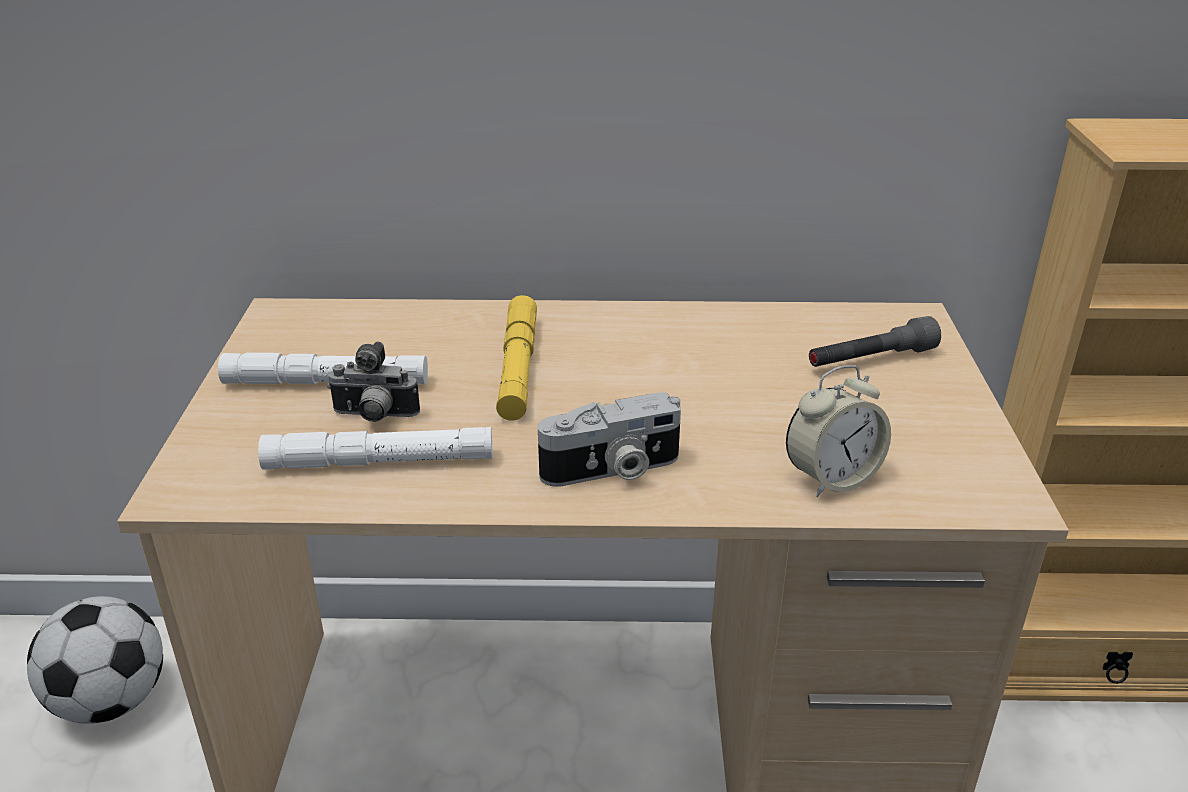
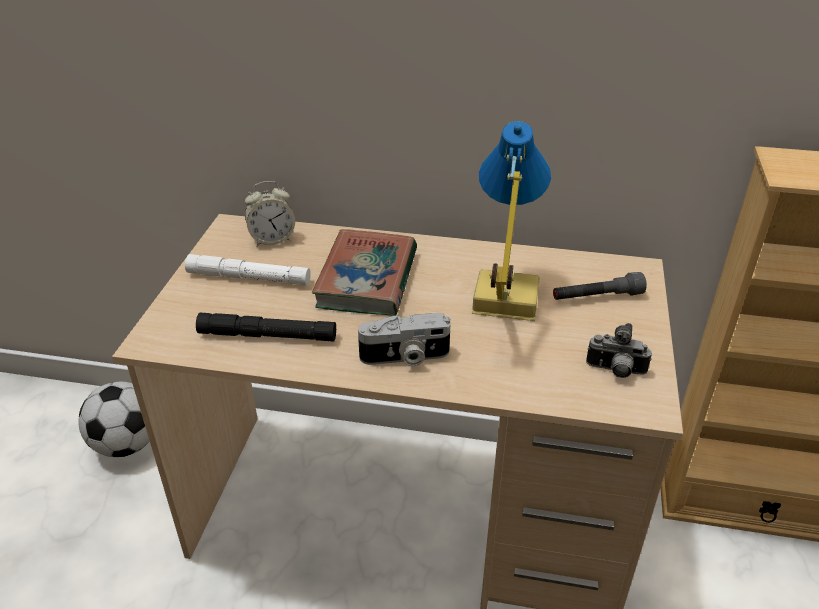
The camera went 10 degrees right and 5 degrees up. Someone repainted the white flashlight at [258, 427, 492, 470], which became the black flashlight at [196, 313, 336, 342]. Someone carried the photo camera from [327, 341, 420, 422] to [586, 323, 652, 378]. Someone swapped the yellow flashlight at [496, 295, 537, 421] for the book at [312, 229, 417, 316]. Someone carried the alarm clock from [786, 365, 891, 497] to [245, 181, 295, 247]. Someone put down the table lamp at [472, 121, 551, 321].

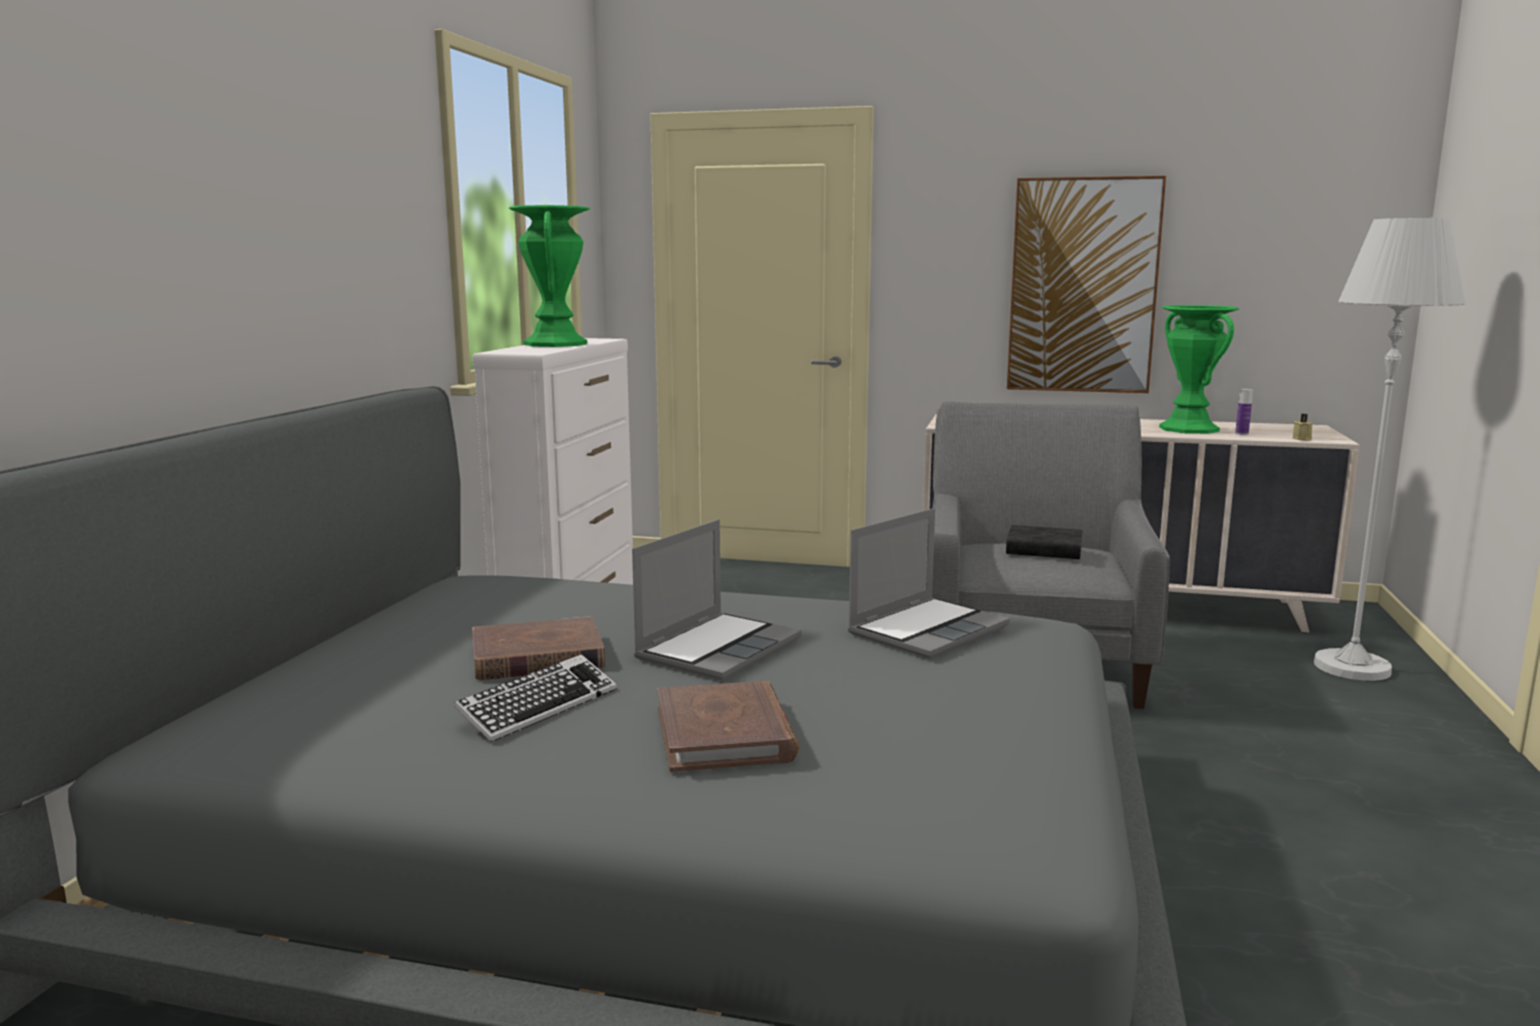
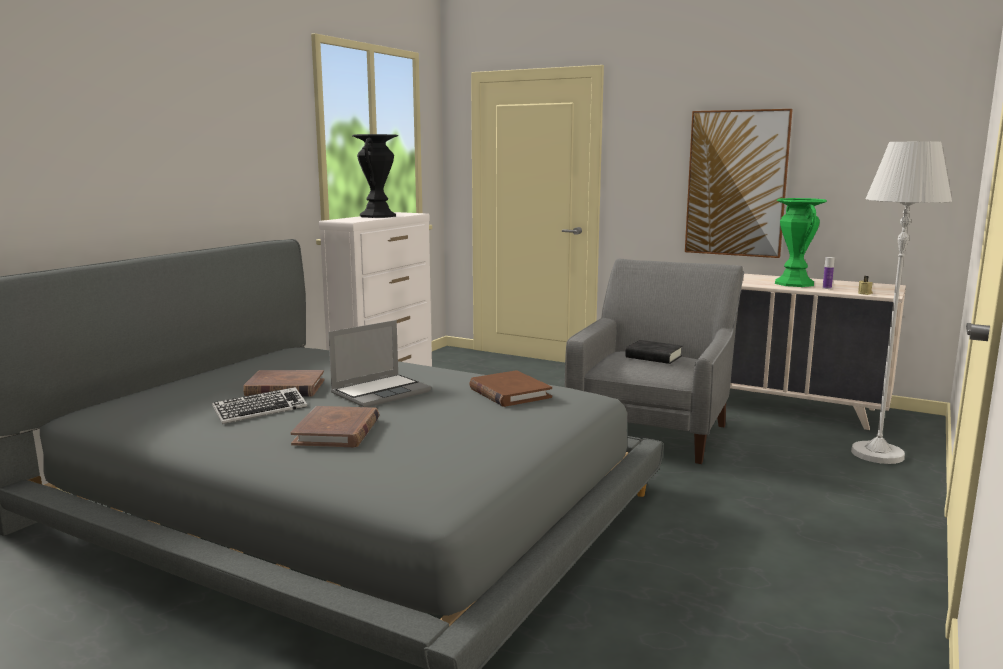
The camera went 15 degrees right and 0 degrees up. Someone repainted the green vase at [508, 205, 590, 347], which became the black vase at [352, 134, 398, 218]. Someone swapped the laptop at [848, 508, 1010, 659] for the brown book at [469, 370, 552, 407].

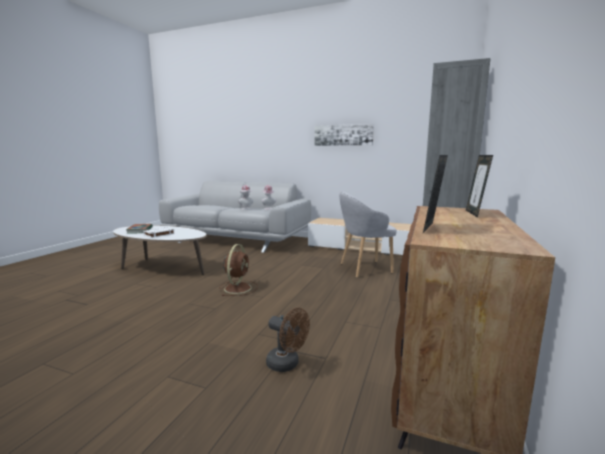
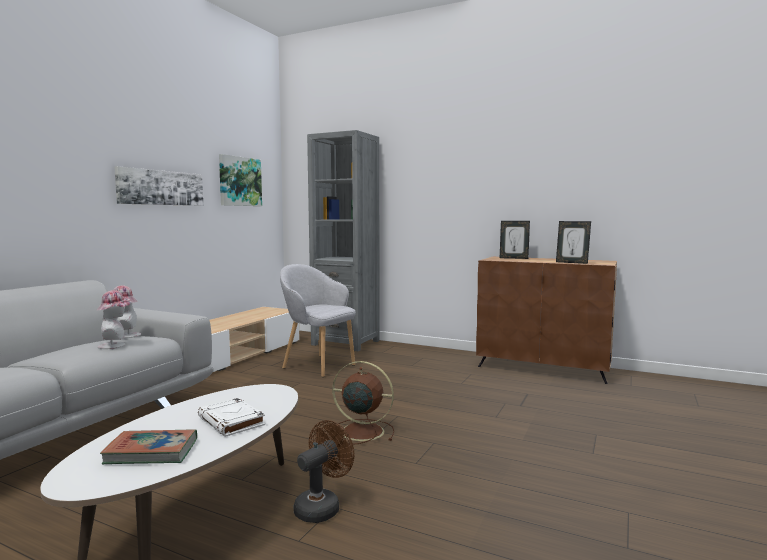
The camera went 85 degrees left and 5 degrees down. Someone carried the brown fan from [266, 308, 310, 372] to [294, 420, 355, 523]. Someone rotated the grey armchair at [339, 192, 397, 278] by 135 degrees clockwise. Someone put up the picture at [219, 154, 262, 206].

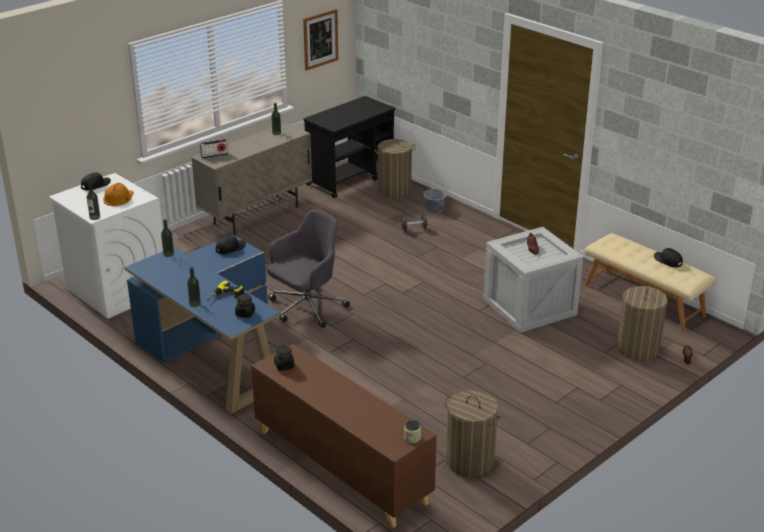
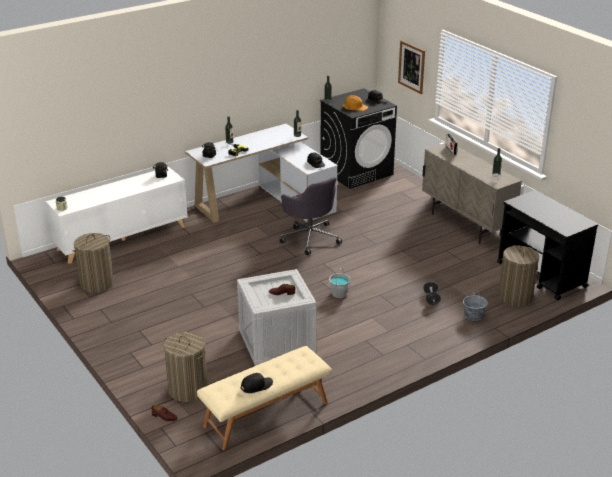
The camera went 100 degrees right and 0 degrees up. Someone repainted the white washing machine at [49, 173, 163, 319], which became the black washing machine at [320, 88, 397, 189]. Someone repainted the blue desk at [124, 235, 281, 414], which became the white desk at [185, 124, 338, 223]. Someone repainted the brown cabinet at [251, 344, 437, 528], which became the white cabinet at [46, 167, 188, 264]. Someone carried the picture from [303, 9, 338, 71] to [398, 40, 425, 94]. Someone put down the grey bucket at [329, 268, 350, 298].

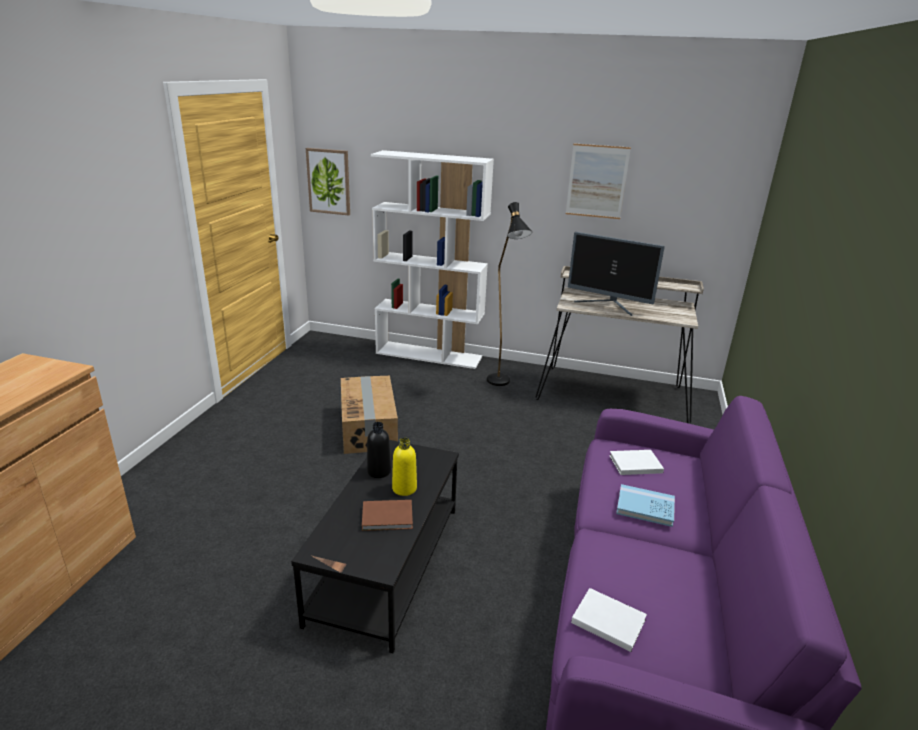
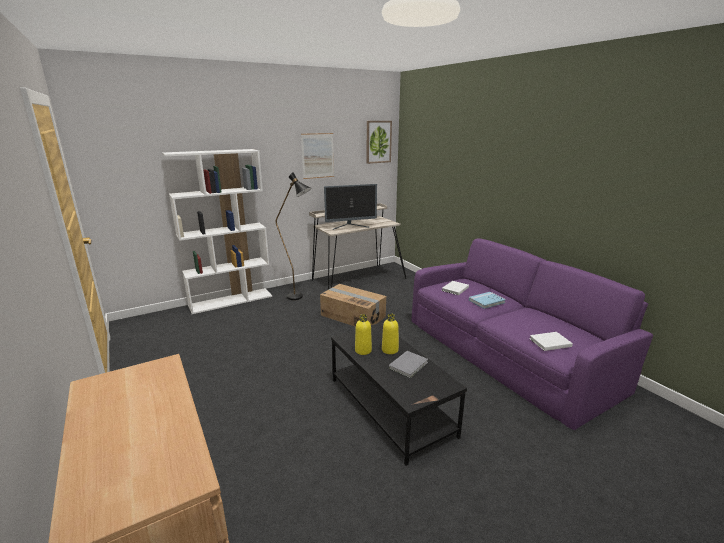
The camera went 45 degrees left and 5 degrees down. Someone carried the picture from [306, 148, 350, 216] to [367, 121, 392, 164]. Someone carried the cardboard box from [341, 376, 398, 454] to [320, 284, 386, 327]. Someone repainted the brown book at [362, 500, 413, 531], which became the grey book at [389, 351, 428, 378]. Someone repainted the black bottle at [367, 422, 391, 478], which became the yellow bottle at [355, 314, 372, 355].

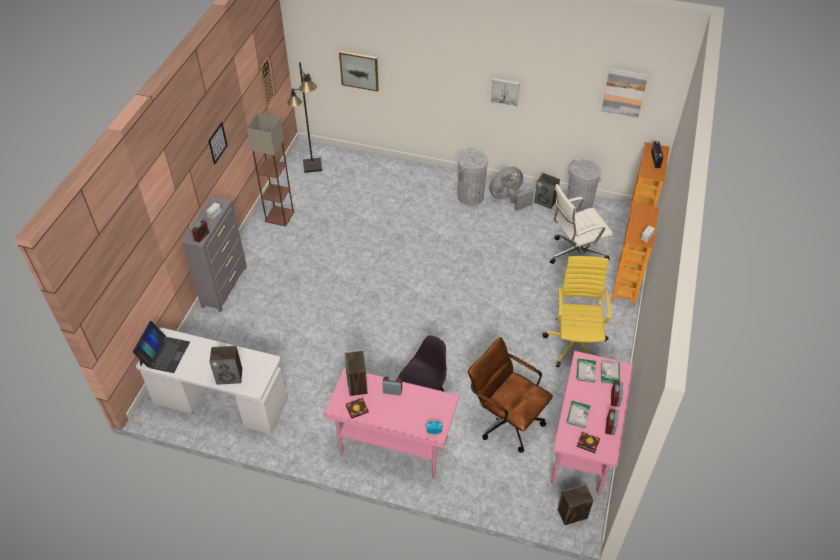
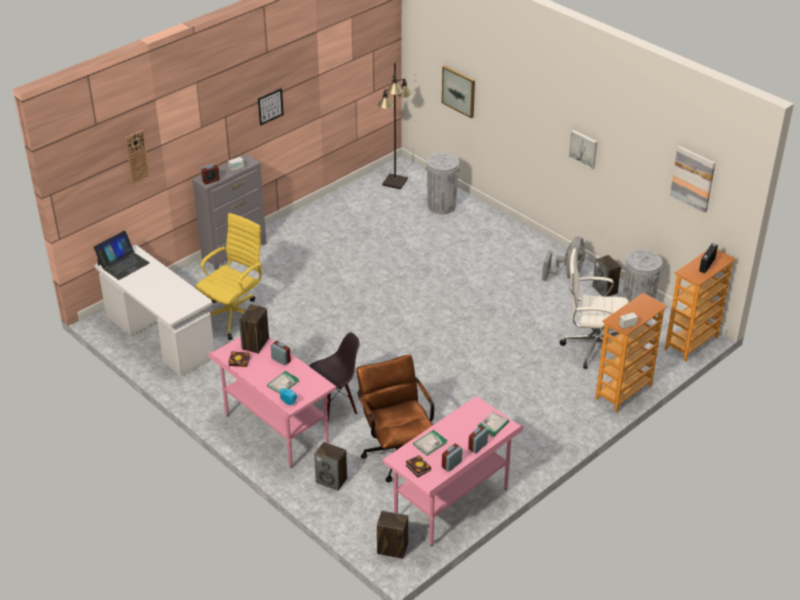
The camera went 30 degrees right and 10 degrees down. Someone carried the speaker from [209, 346, 242, 385] to [314, 442, 347, 491]. Someone took away the floor lamp at [247, 113, 294, 226]. Someone carried the wall clock from [260, 57, 274, 106] to [125, 130, 150, 185]. Someone carried the grey trash can from [458, 150, 488, 206] to [425, 153, 460, 214]. Someone rotated the grey fan at [489, 167, 534, 211] by 105 degrees clockwise. Someone carried the yellow office chair from [543, 256, 611, 367] to [195, 213, 263, 340]. Someone carried the book from [577, 359, 596, 382] to [267, 371, 299, 394].

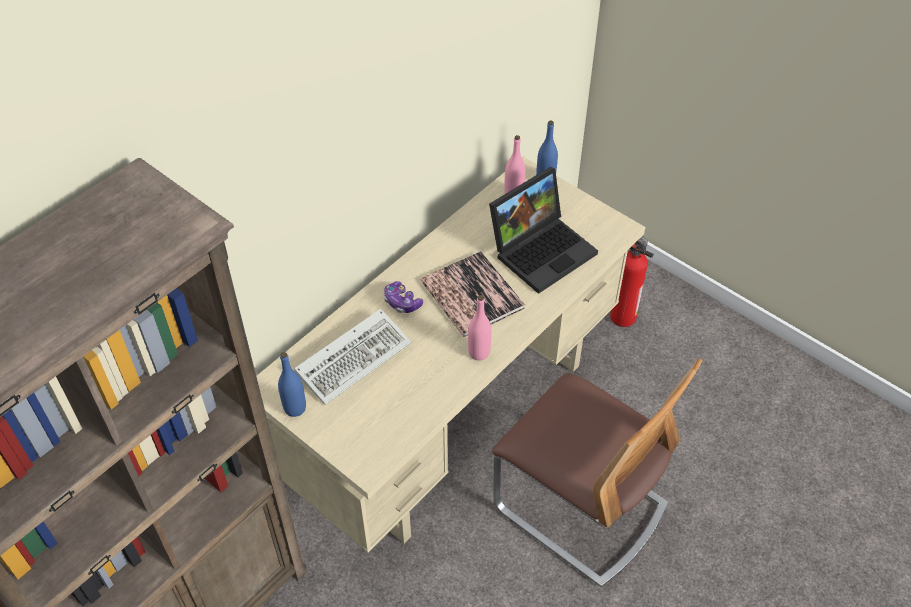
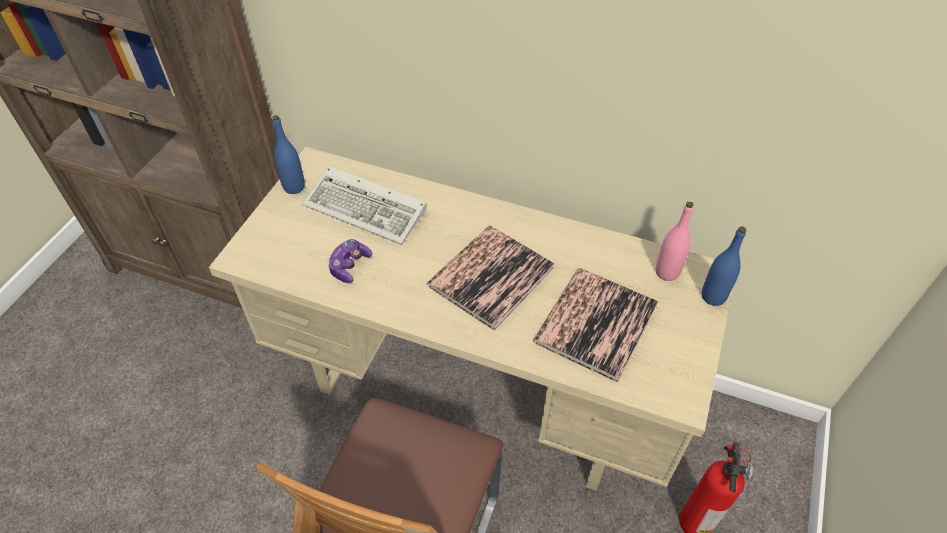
The camera went 70 degrees right and 0 degrees up. Someone carried the game controller from [384, 281, 423, 313] to [328, 239, 372, 283]. Someone took away the pink bottle at [468, 295, 492, 361]. Someone swapped the laptop at [489, 167, 598, 294] for the book at [533, 268, 659, 382].

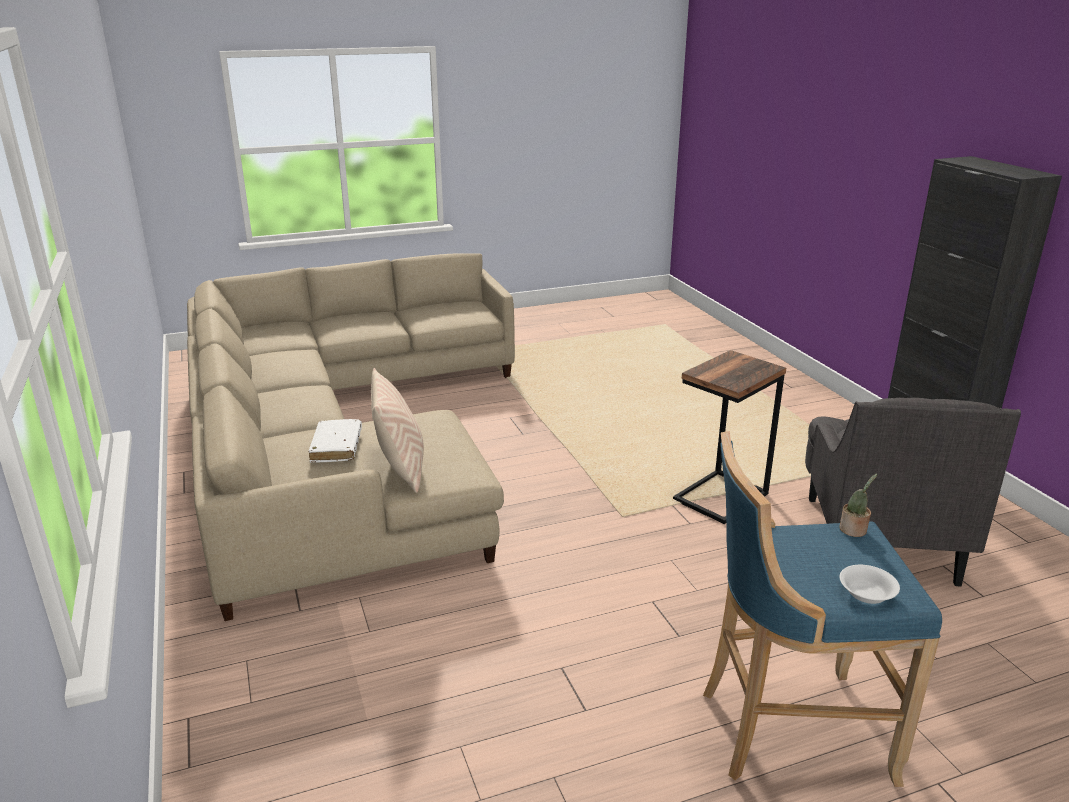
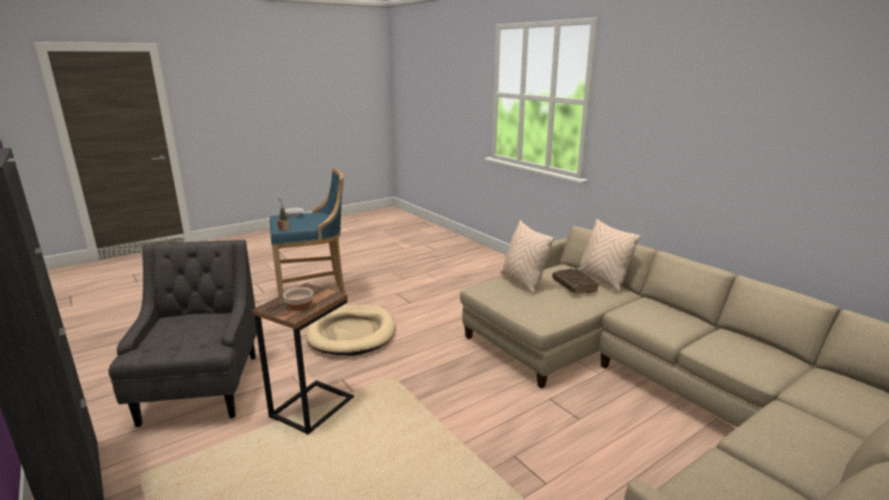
The camera went 165 degrees right and 5 degrees down. Someone repainted the white book at [308, 419, 362, 463], which became the brown book at [552, 268, 598, 294]. Someone put down the bowl at [283, 287, 313, 311]. Someone put down the beige dog bed at [306, 305, 395, 356]. Someone put down the beige pillow at [578, 219, 641, 292].

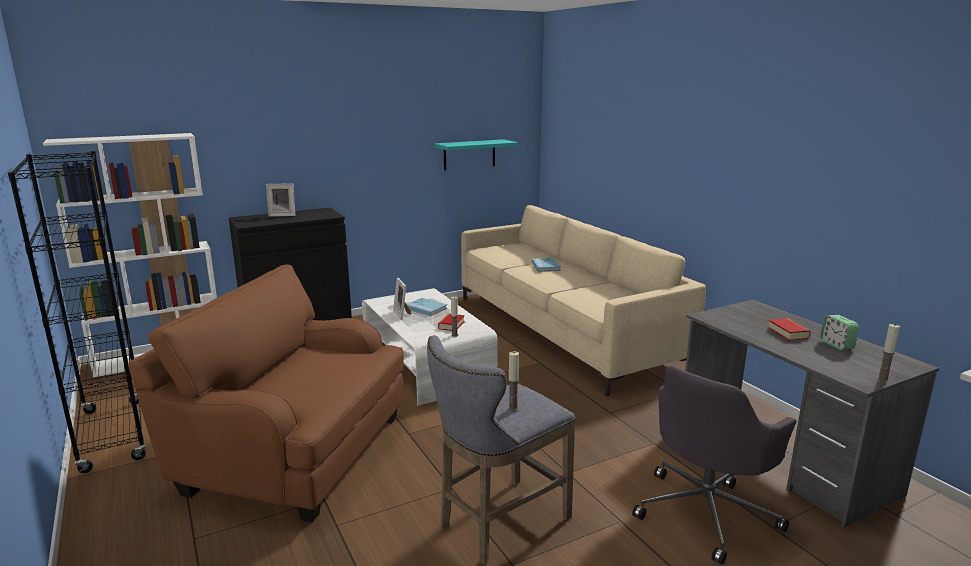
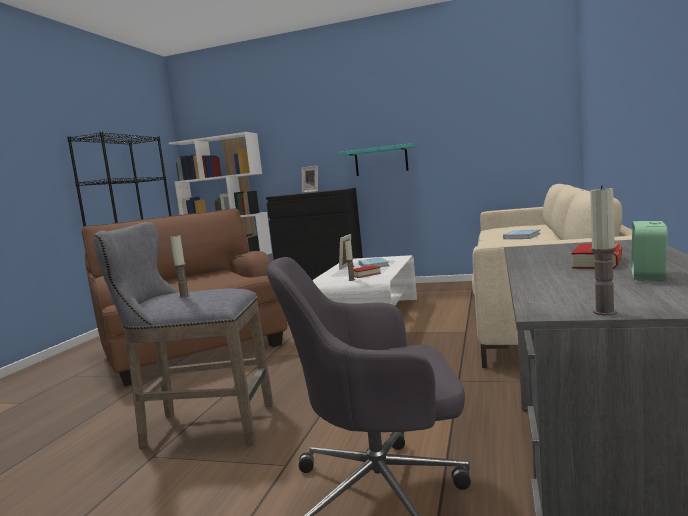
The camera went 45 degrees right and 10 degrees down. Someone carried the turquoise shelf from [434, 139, 518, 170] to [338, 143, 416, 176].

